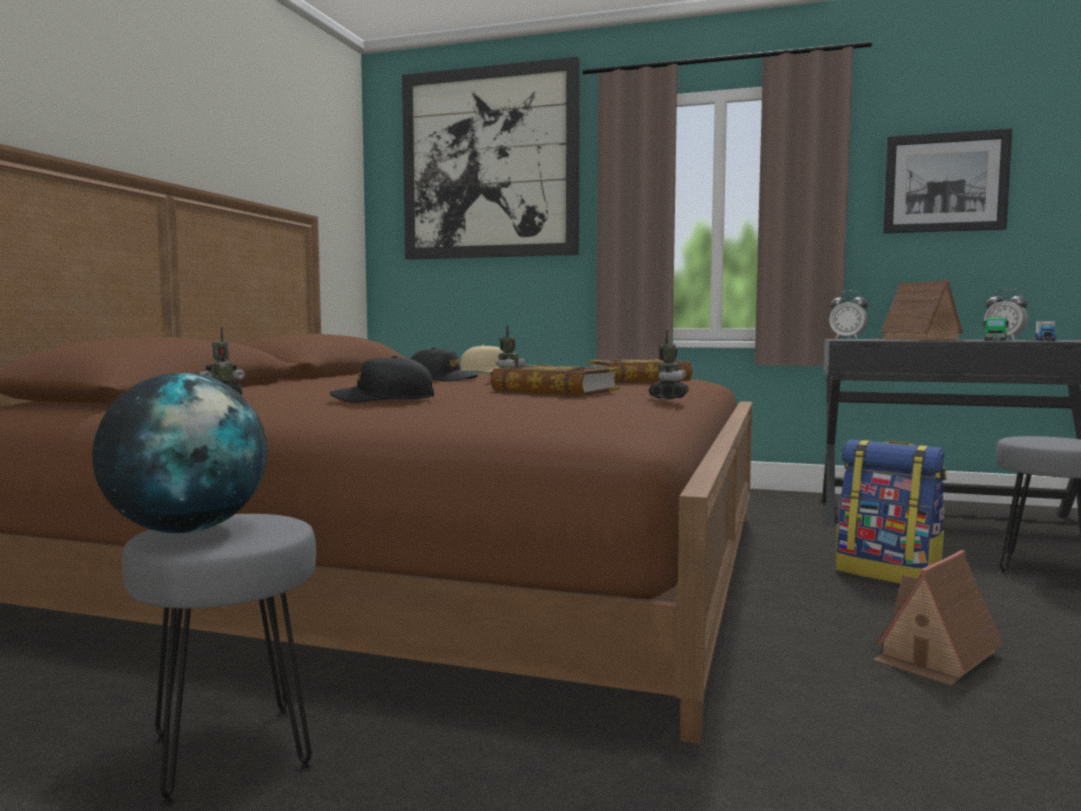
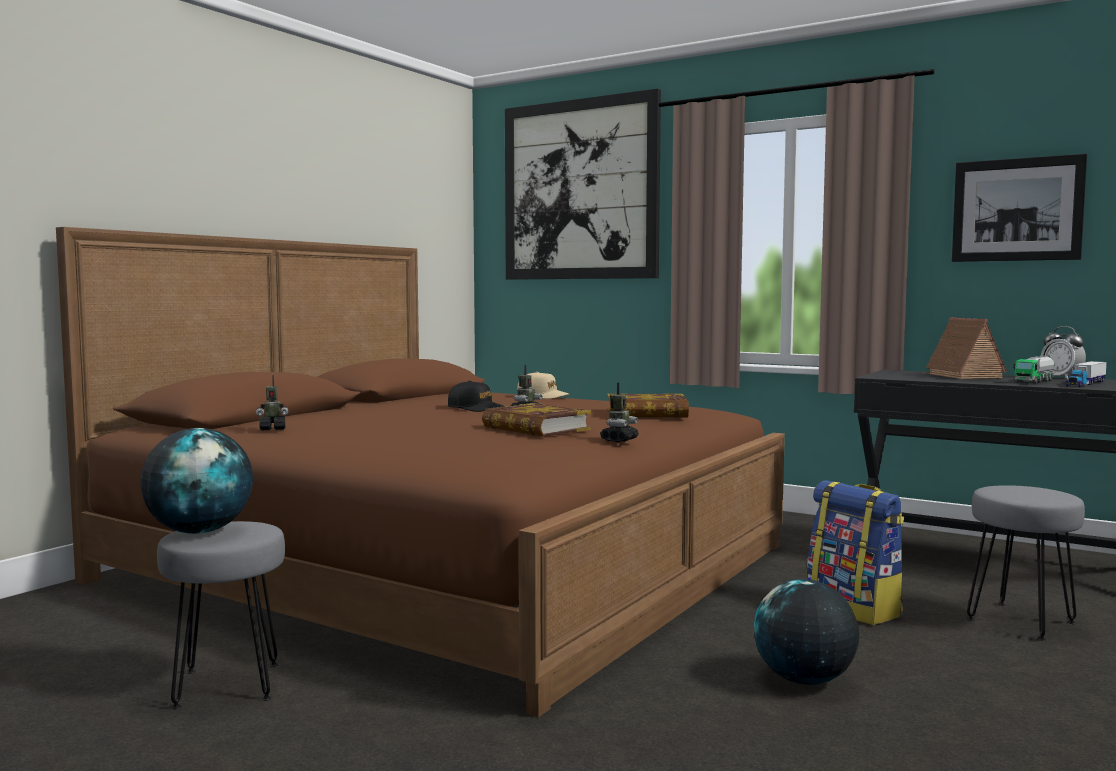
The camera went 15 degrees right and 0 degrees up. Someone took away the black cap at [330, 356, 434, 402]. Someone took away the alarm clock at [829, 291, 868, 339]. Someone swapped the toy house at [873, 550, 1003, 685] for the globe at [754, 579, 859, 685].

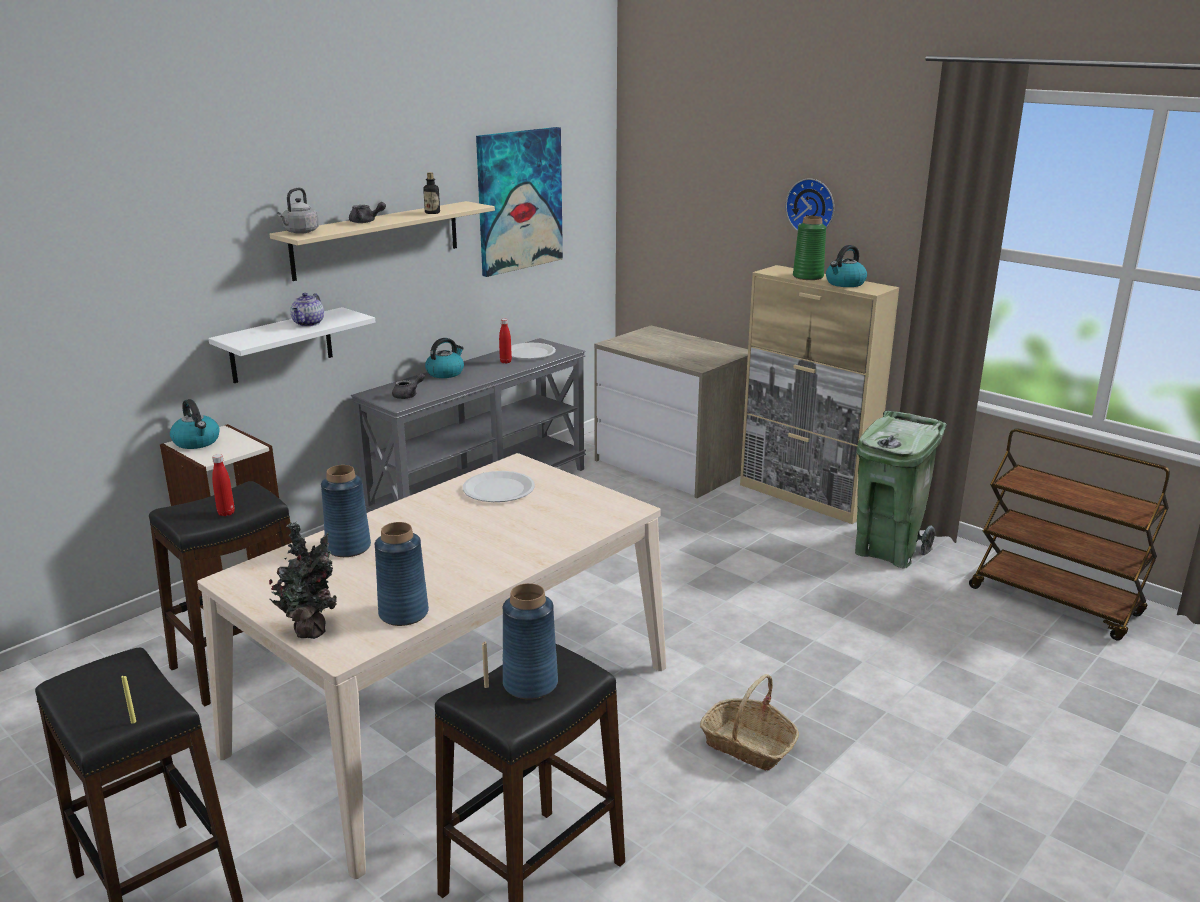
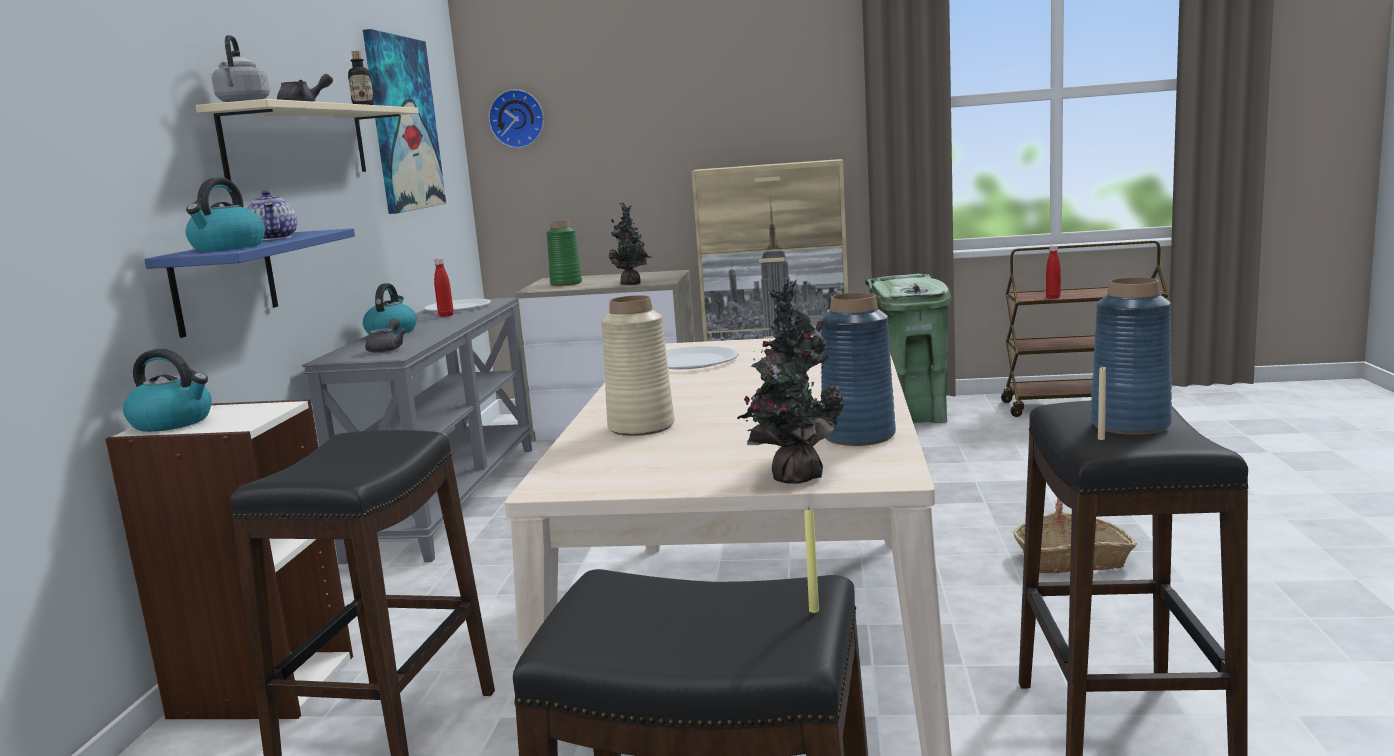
The camera went 35 degrees left and 10 degrees down. Someone repainted the white shelf at [208, 307, 376, 383], which became the blue shelf at [144, 228, 355, 338]. Someone carried the red bottle from [212, 454, 235, 516] to [1046, 245, 1061, 299]. Someone repainted the blue vase at [321, 465, 371, 557], which became the beige vase at [601, 295, 674, 436]. Someone carried the wall clock from [786, 179, 834, 231] to [488, 89, 544, 148]. Someone carried the green vase from [793, 216, 826, 280] to [546, 221, 582, 286]. Someone carried the kettle from [826, 245, 867, 287] to [186, 177, 265, 251]. Someone put down the potted plant at [609, 202, 652, 285].

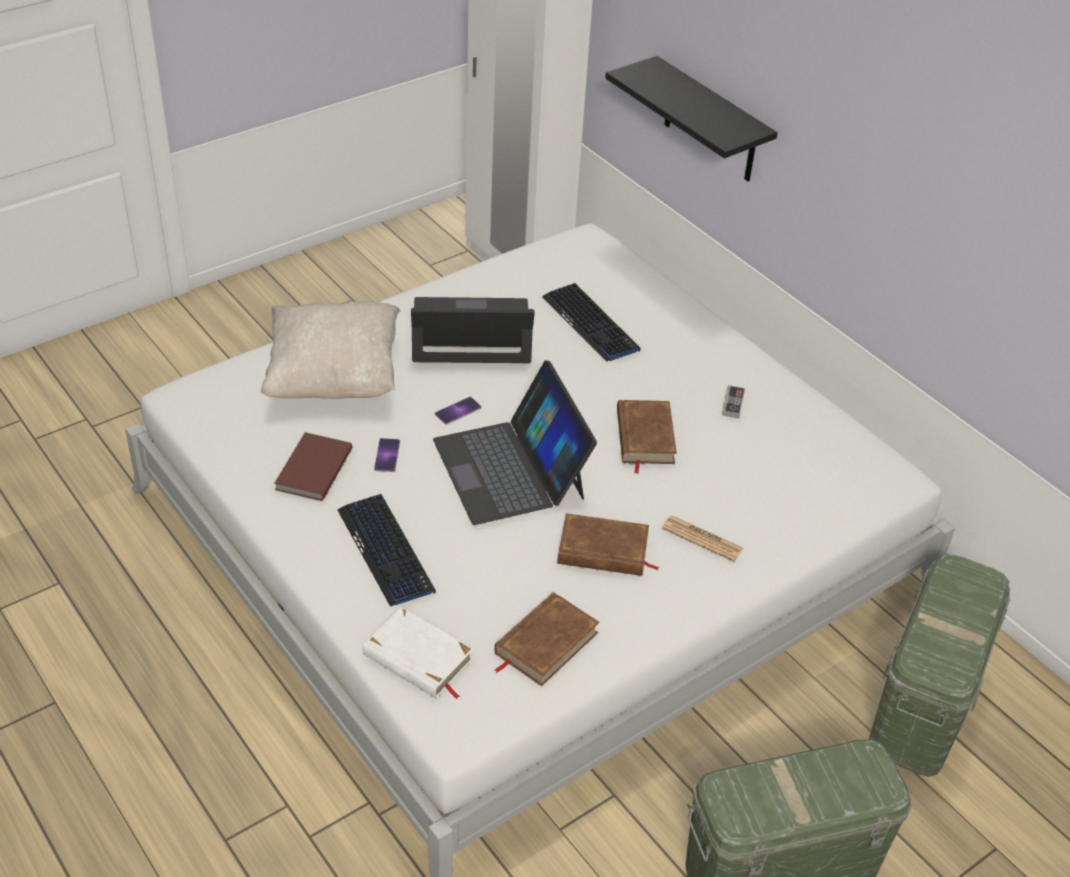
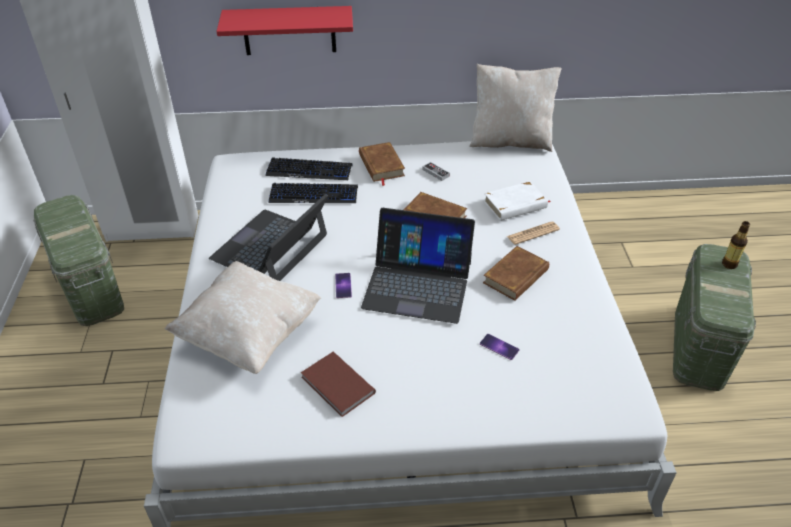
The camera went 55 degrees left and 0 degrees up. Someone carried the keyboard from [338, 494, 436, 607] to [265, 157, 352, 180]. Someone carried the white book from [362, 607, 474, 699] to [484, 181, 550, 221]. Someone carried the phone from [374, 438, 400, 472] to [480, 334, 520, 360]. Someone carried the brown book from [494, 592, 600, 686] to [359, 142, 405, 186]. Someone repainted the black shelf at [605, 56, 778, 181], which became the red shelf at [216, 6, 353, 55]. Someone carried the green storage box from [869, 554, 1010, 777] to [33, 195, 124, 326]. Someone put down the beige pillow at [469, 64, 562, 152]. Someone put down the bottle at [722, 221, 750, 269].

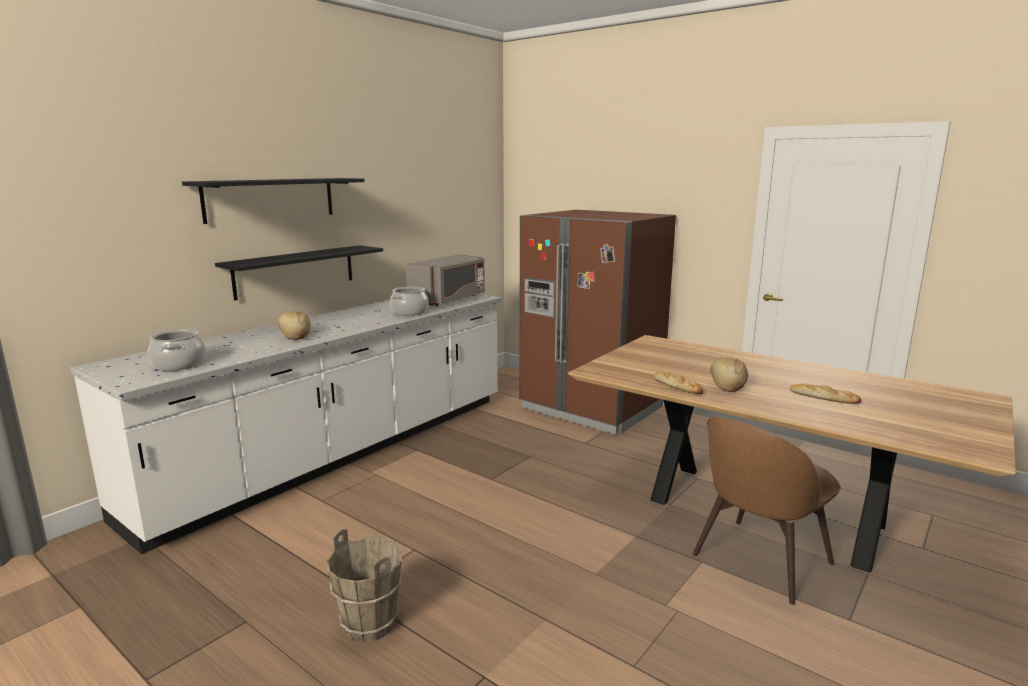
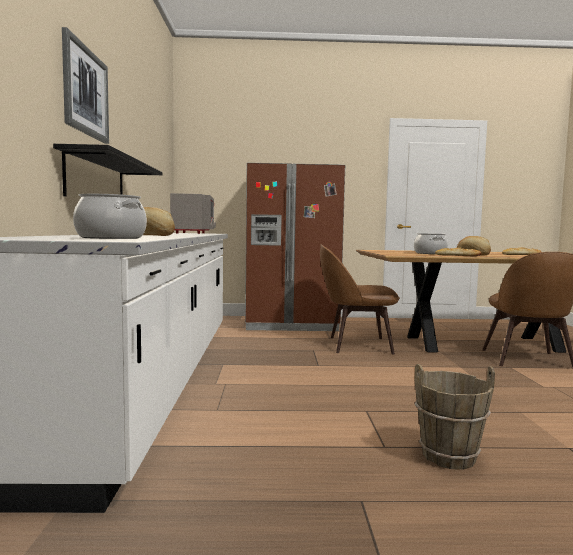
The camera went 40 degrees left and 10 degrees down. Someone swapped the black shelf at [182, 178, 365, 224] for the picture at [62, 27, 109, 144]. Someone carried the cooking pot from [390, 287, 428, 316] to [414, 233, 448, 254]. Someone put down the brown chair at [320, 244, 400, 354].

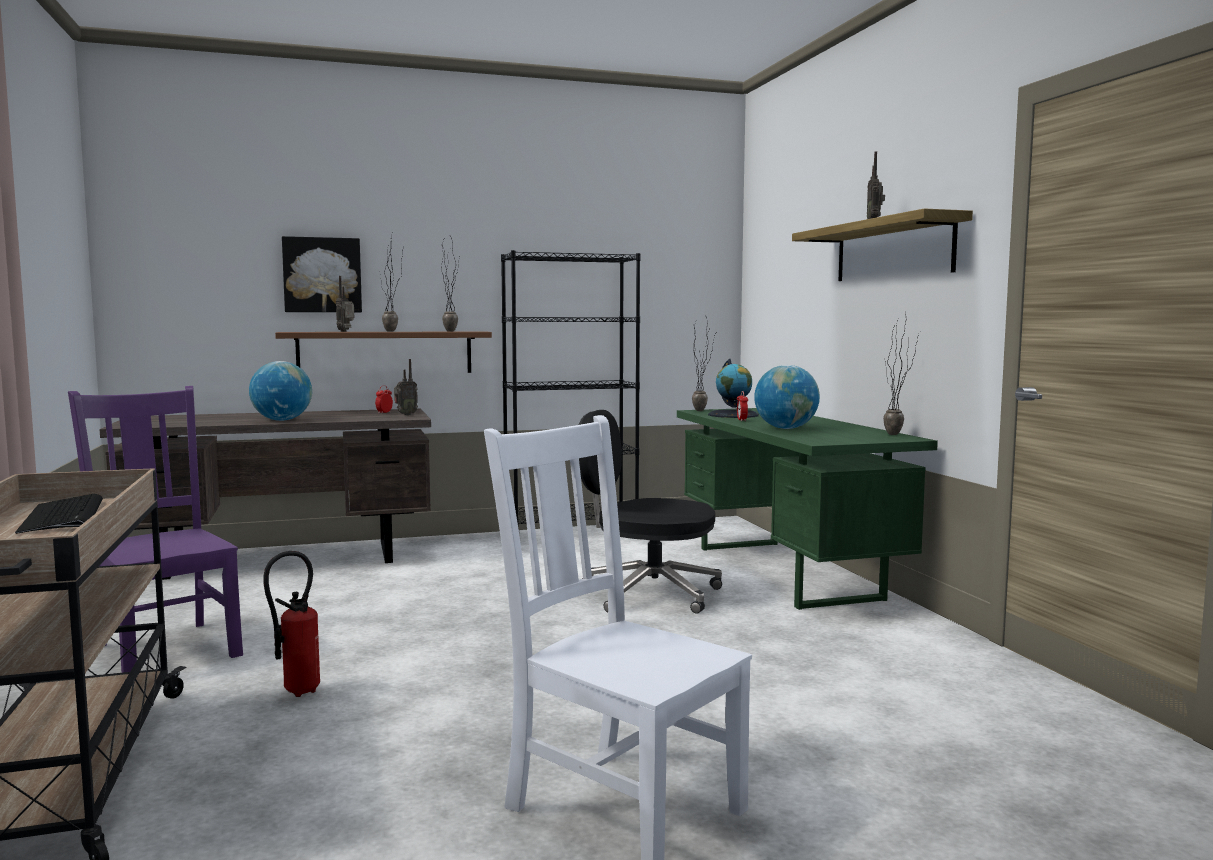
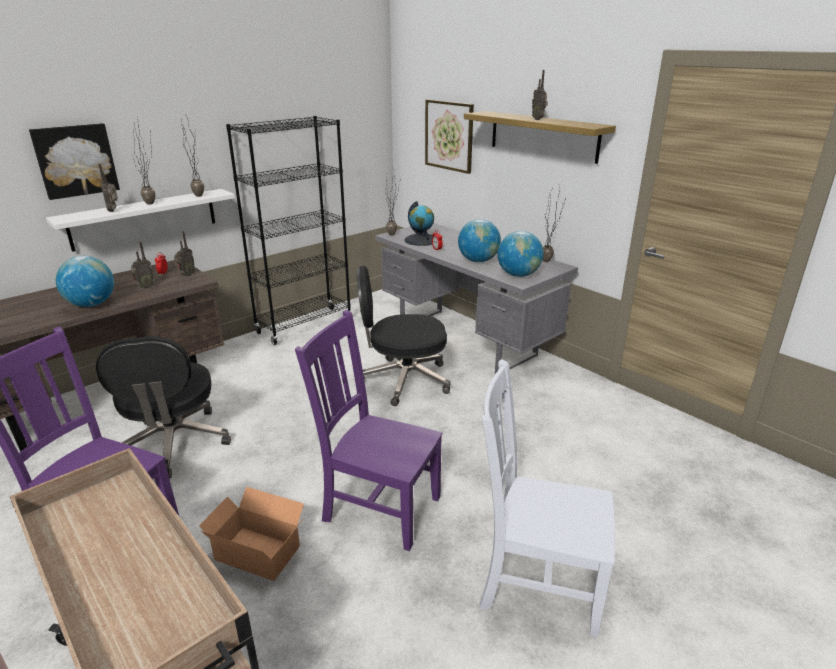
The camera went 25 degrees left and 20 degrees up. Someone took away the keyboard at [15, 494, 103, 534]. Someone swapped the fire extinguisher at [264, 551, 320, 697] for the cardboard box at [199, 487, 304, 581]. Someone repainted the brown shelf at [275, 331, 492, 373], which became the white shelf at [46, 189, 235, 252]. Someone repainted the green desk at [677, 408, 938, 610], which became the grey desk at [375, 223, 578, 374]. Someone put down the black office chair at [96, 336, 231, 478]. Someone put down the radio at [131, 242, 155, 289]. Someone put down the purple chair at [295, 310, 442, 551]. Someone put up the picture at [425, 100, 474, 174]. Someone put down the globe at [498, 231, 544, 277].

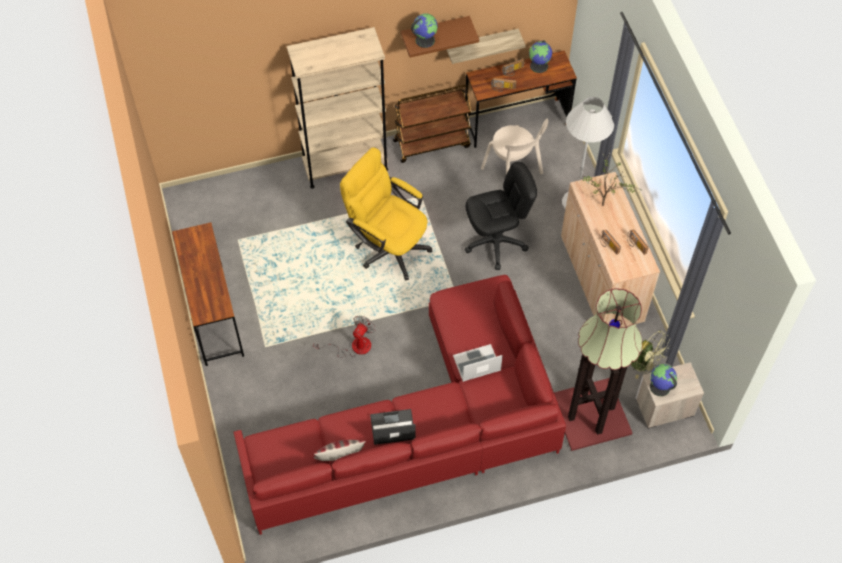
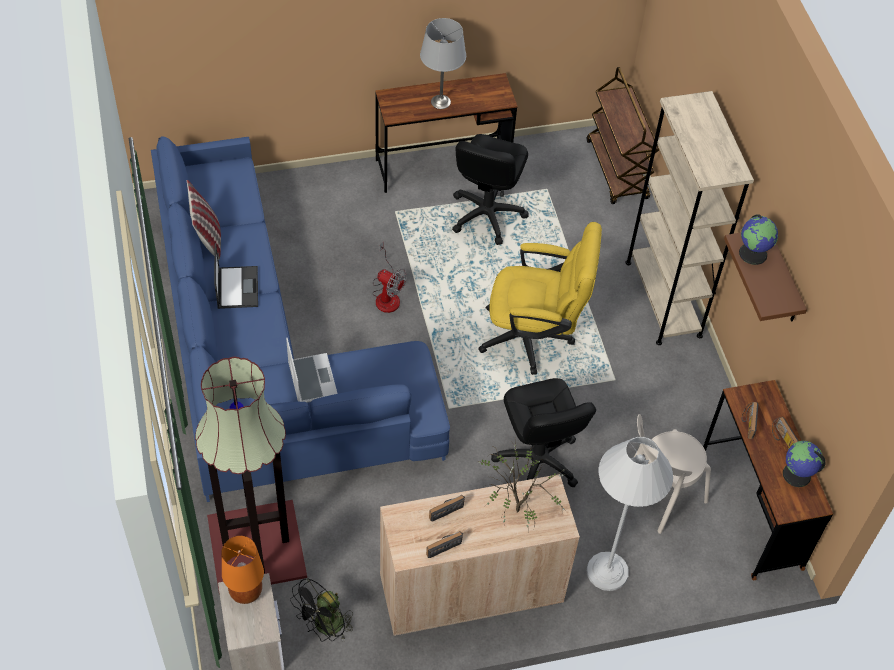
The camera went 90 degrees right and 5 degrees down. Someone repainted the red sofa at [234, 275, 566, 535], which became the blue sofa at [151, 136, 450, 502]. Someone rotated the yellow office chair at [340, 148, 432, 281] by 60 degrees clockwise. Someone carried the brown cart from [393, 85, 472, 163] to [587, 67, 659, 204]. Someone took away the shelf at [447, 29, 526, 64]. Someone repainted the green fan at [631, 330, 671, 379], which became the black fan at [290, 578, 353, 641]. Someone swapped the globe at [650, 364, 677, 396] for the orange table lamp at [222, 536, 264, 604]. Someone put down the grey table lamp at [420, 18, 466, 109]. Someone put down the black office chair at [452, 134, 529, 245].

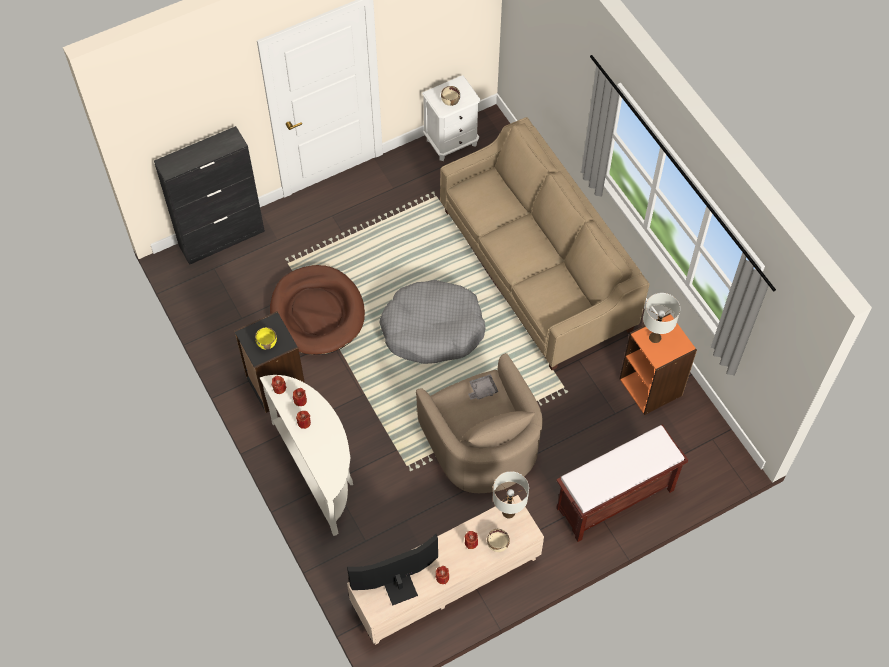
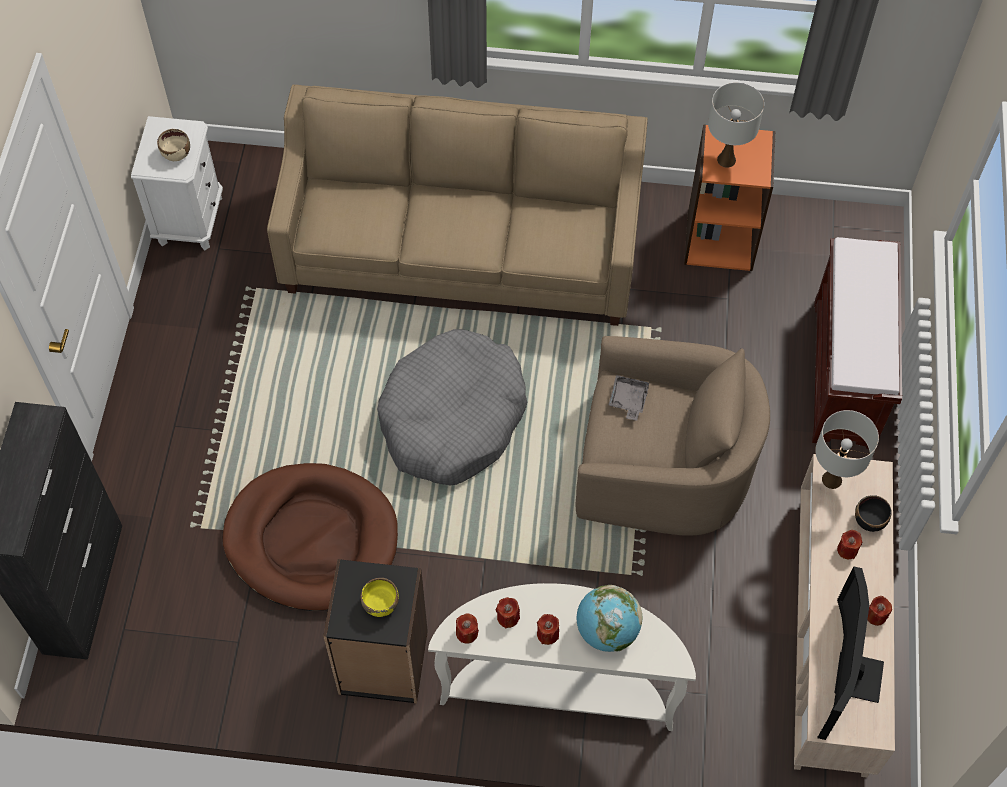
The camera went 55 degrees left and 0 degrees up. Someone repainted the beige bowl at [487, 528, 510, 552], which became the black bowl at [855, 495, 892, 532]. Someone put down the globe at [577, 585, 642, 652].

